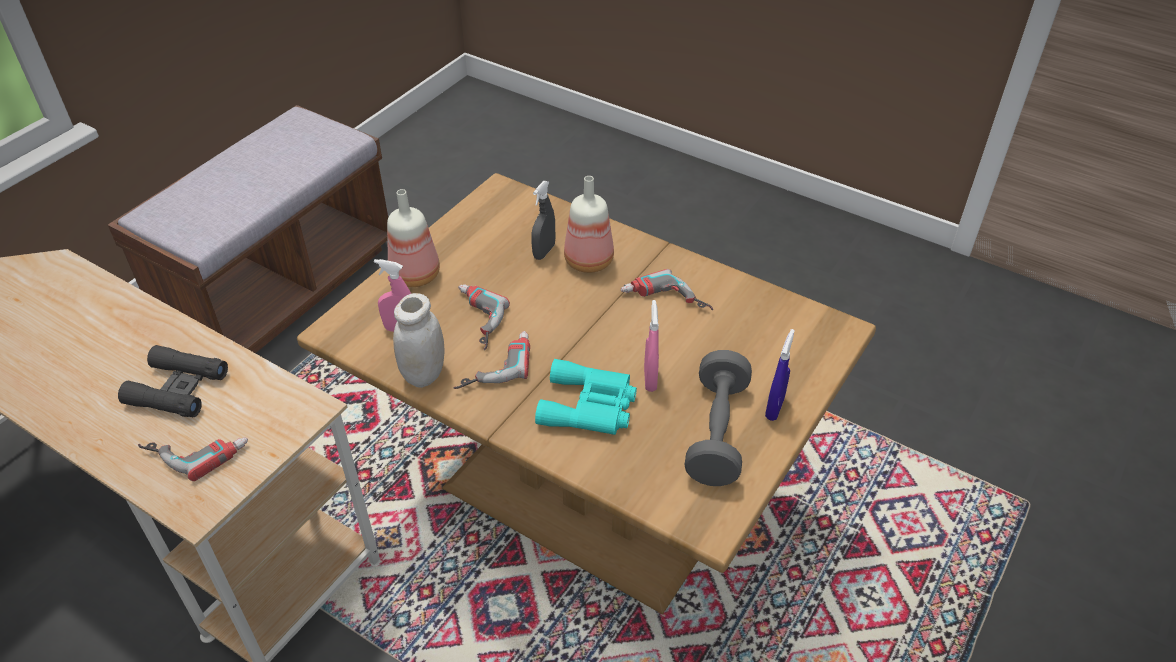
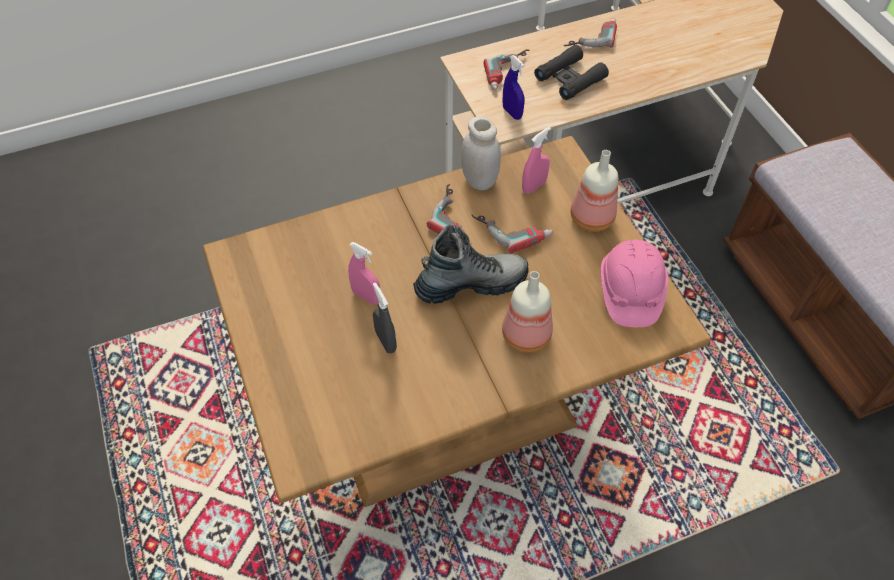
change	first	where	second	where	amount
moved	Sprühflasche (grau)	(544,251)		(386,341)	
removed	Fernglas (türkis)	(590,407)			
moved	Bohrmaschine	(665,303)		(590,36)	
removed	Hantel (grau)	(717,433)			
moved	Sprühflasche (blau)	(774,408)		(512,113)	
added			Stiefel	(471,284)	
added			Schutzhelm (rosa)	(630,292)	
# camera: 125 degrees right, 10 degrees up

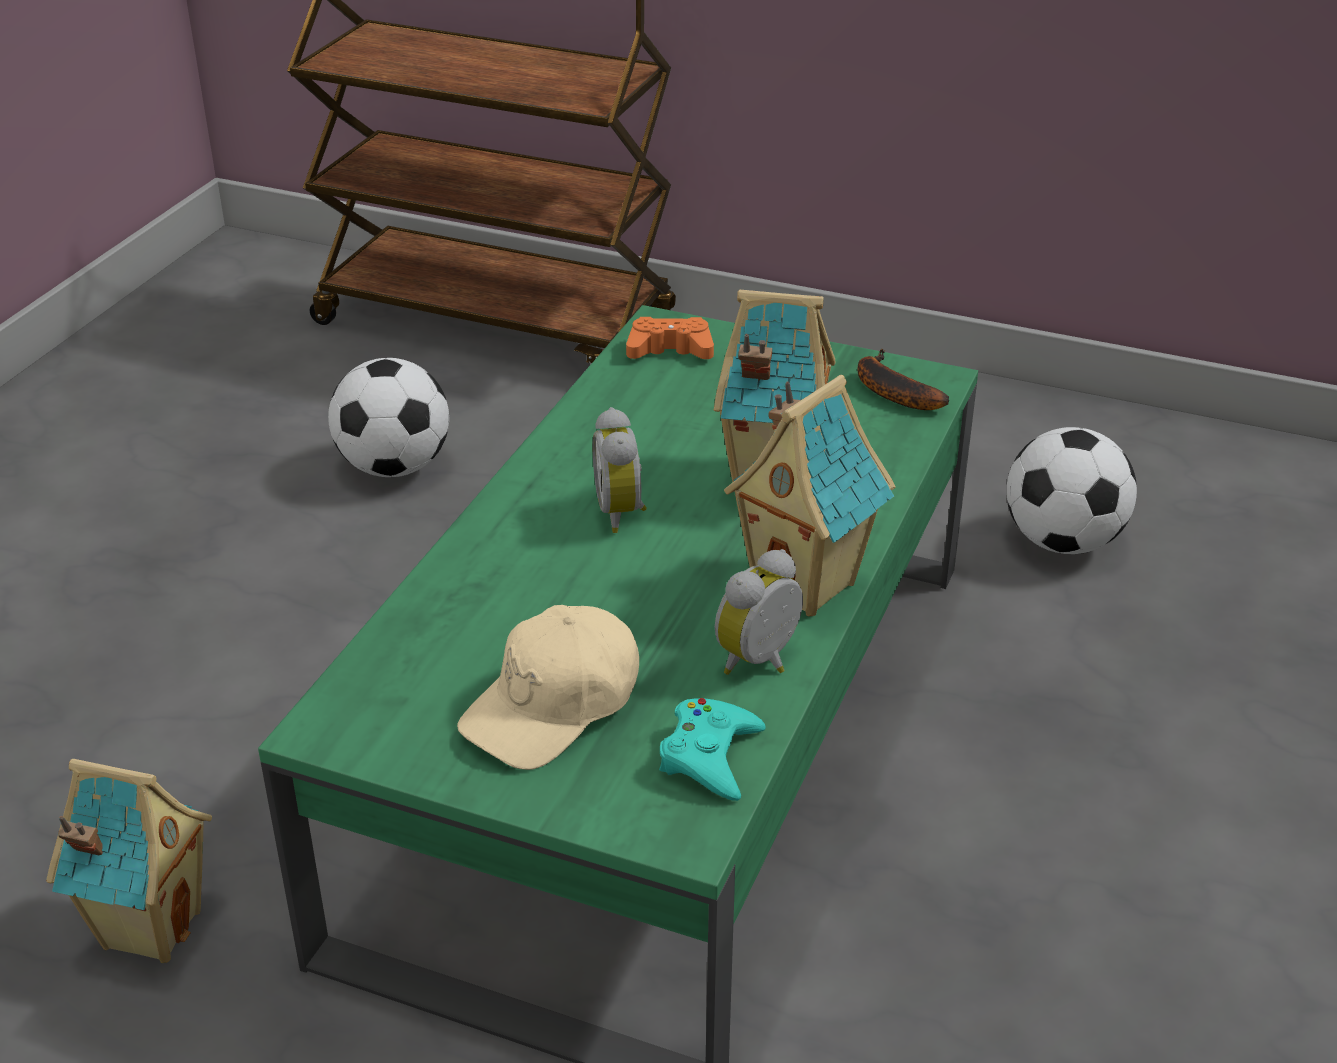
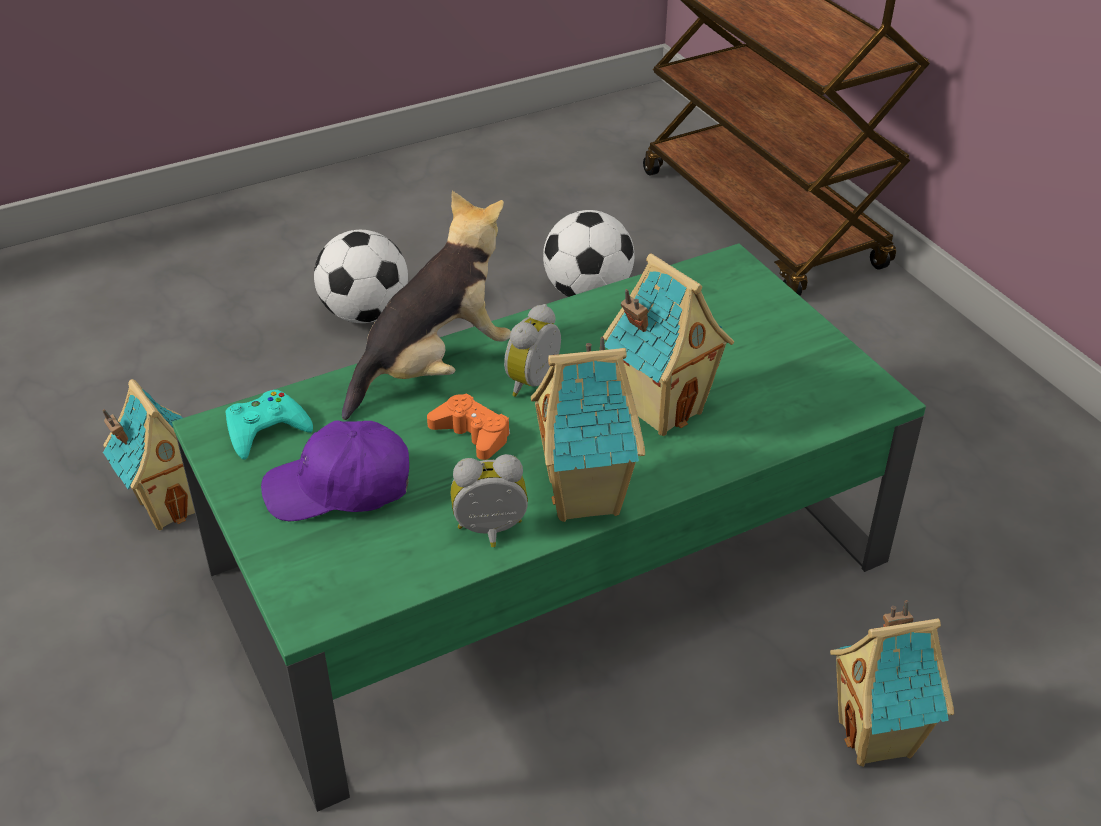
change	first	where	second	where	amount
recoloured	Kappe (beige)	(554,706)	Kappe (lila)	(340,488)	
moved	Gamepad (orange)	(670,350)		(472,434)	
moved	Gamepad (türkis)	(710,756)		(266,430)	
removed	Banane	(890,390)			
moved	Fußball	(1062,542)		(365,314)	
added			Plüschtier	(434,366)	
added			Spielzeughaus	(878,738)	
# camera: 40 degrees right, 5 degrees up

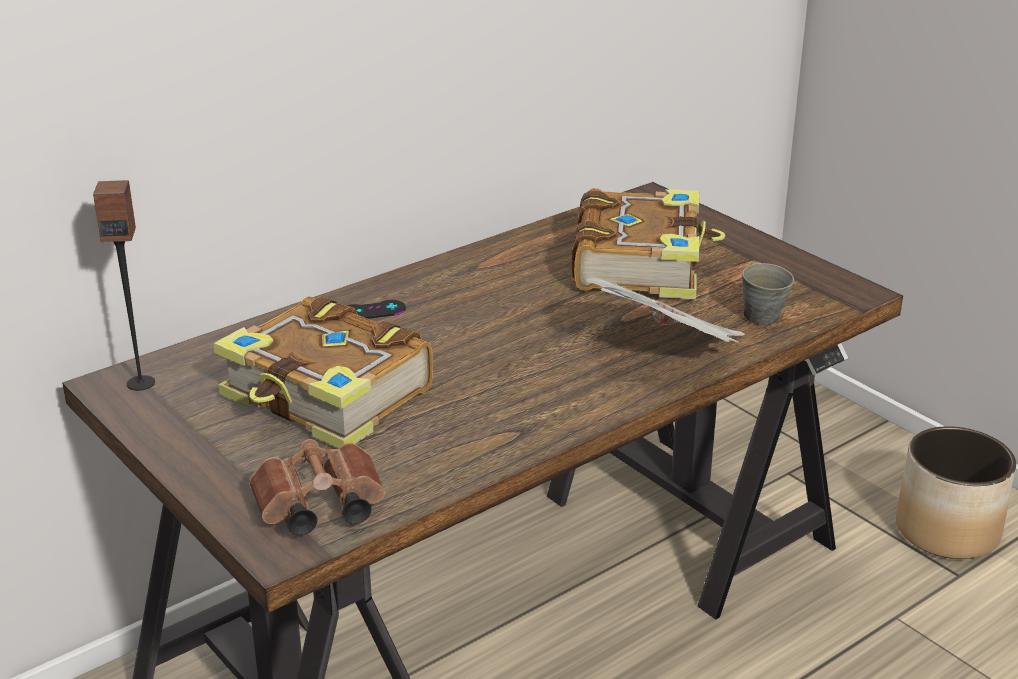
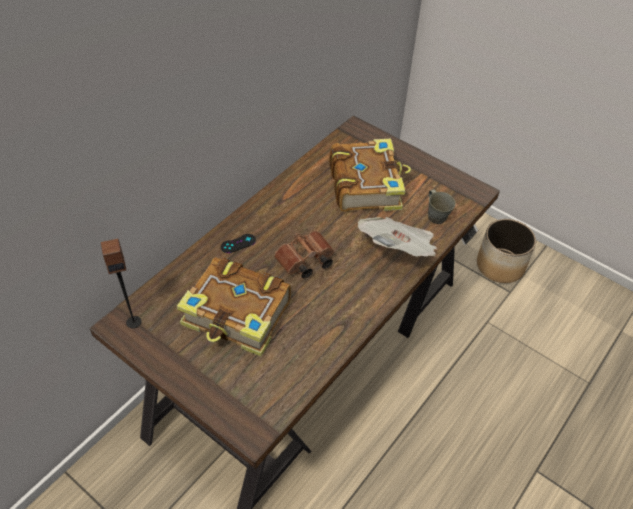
change	first	where	second	where	amount
moved	Fernglas (braun)	(316,510)		(304,262)	
# camera: 15 degrees left, 20 degrees up

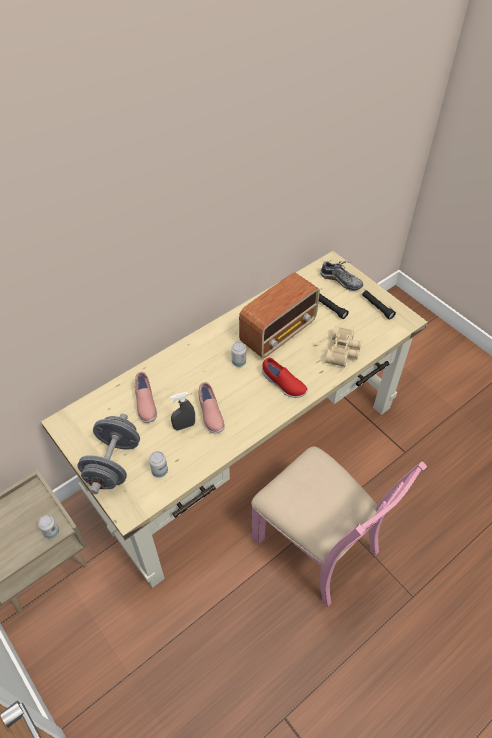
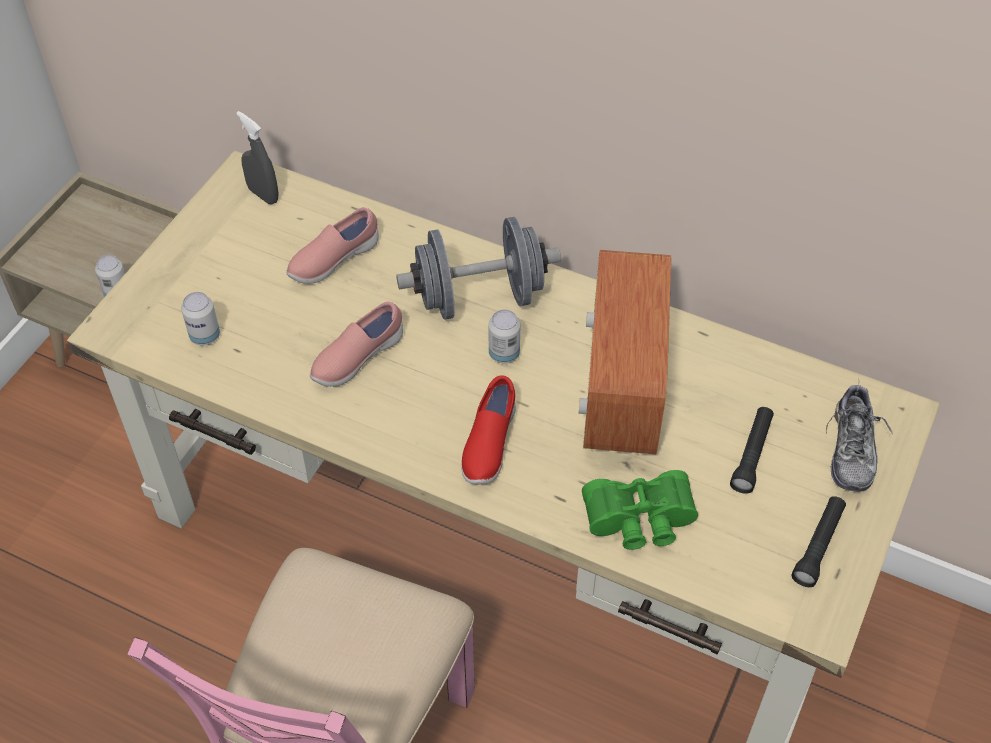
change	first	where	second	where	amount
moved	Hantel (grau)	(113,464)		(479,297)	
moved	Sprühflasche (grau)	(184,426)		(263,195)	
turned	Radio	(279,332)		(622,389)	75 degrees clockwise
recoloured	Fernglas (beige)	(343,351)	Fernglas (grün)	(640,521)	
# camera: 65 degrees right, 0 degrees up

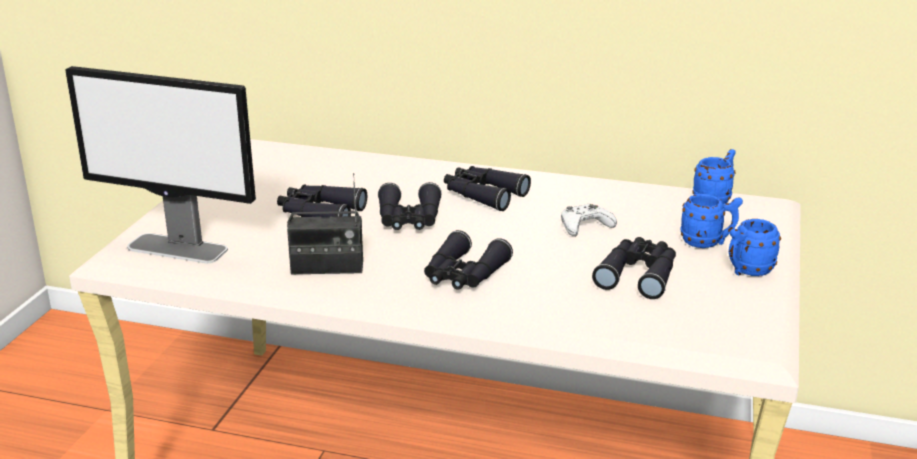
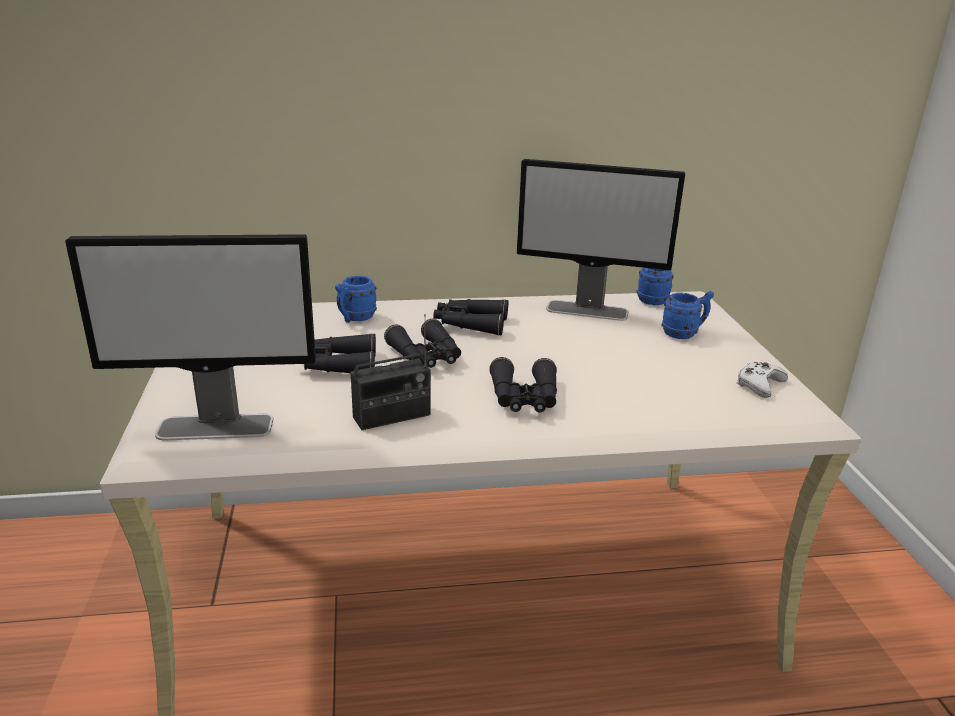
change	first	where	second	where	amount
moved	Gamepad (weiß)	(585,226)		(759,385)	
removed	Fernglas (schwarz)	(638,275)			
moved	Henkelbecher (blau)	(747,271)		(354,318)	
added			Monitor	(588,310)	
# camera: 25 degrees left, 0 degrees up

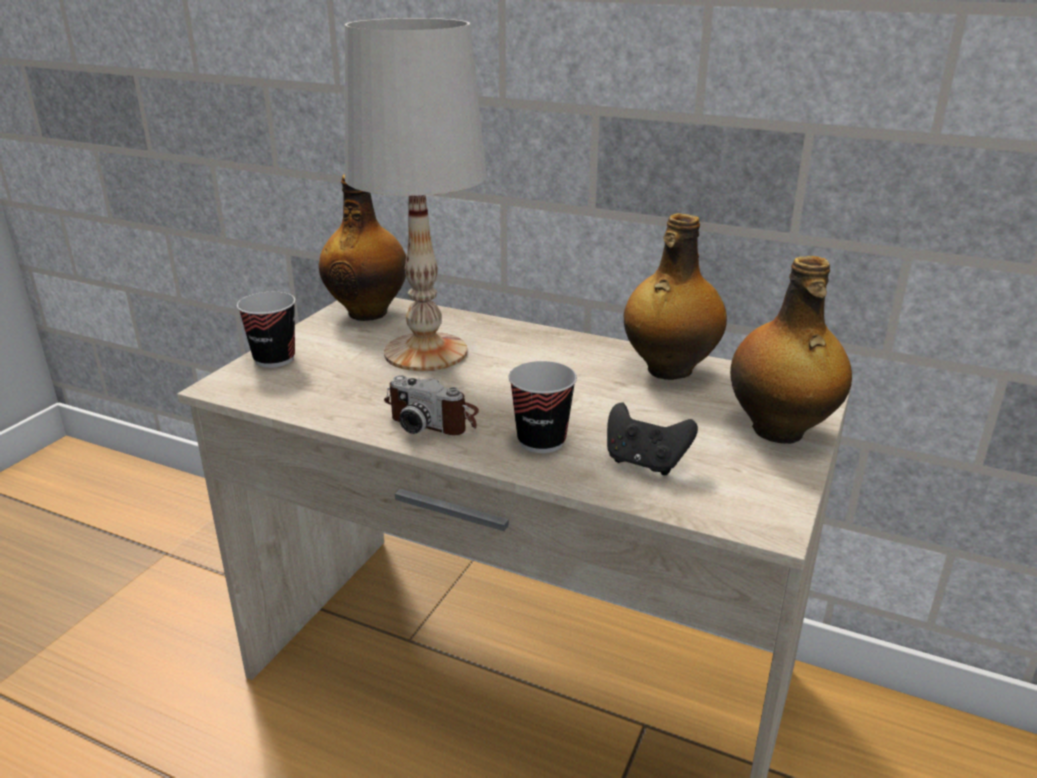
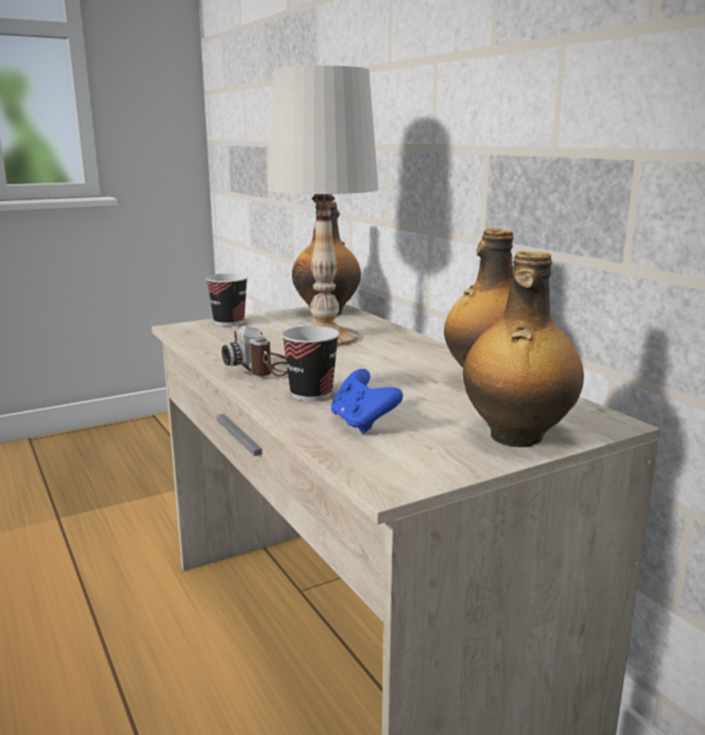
change	first	where	second	where	amount
recoloured	Gamepad (schwarz)	(645,462)	Gamepad (blau)	(362,423)	
# camera: 35 degrees right, 10 degrees down

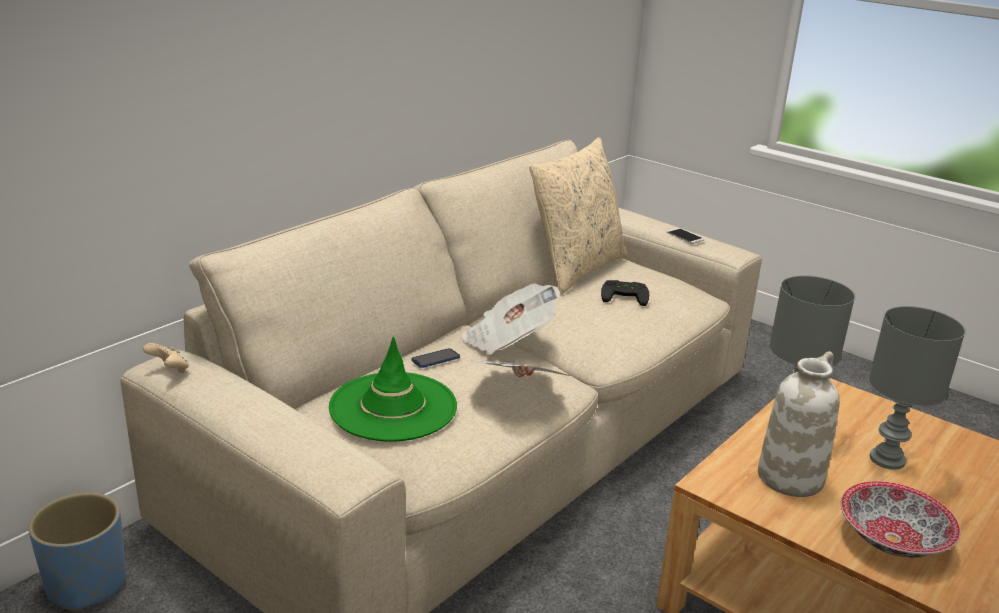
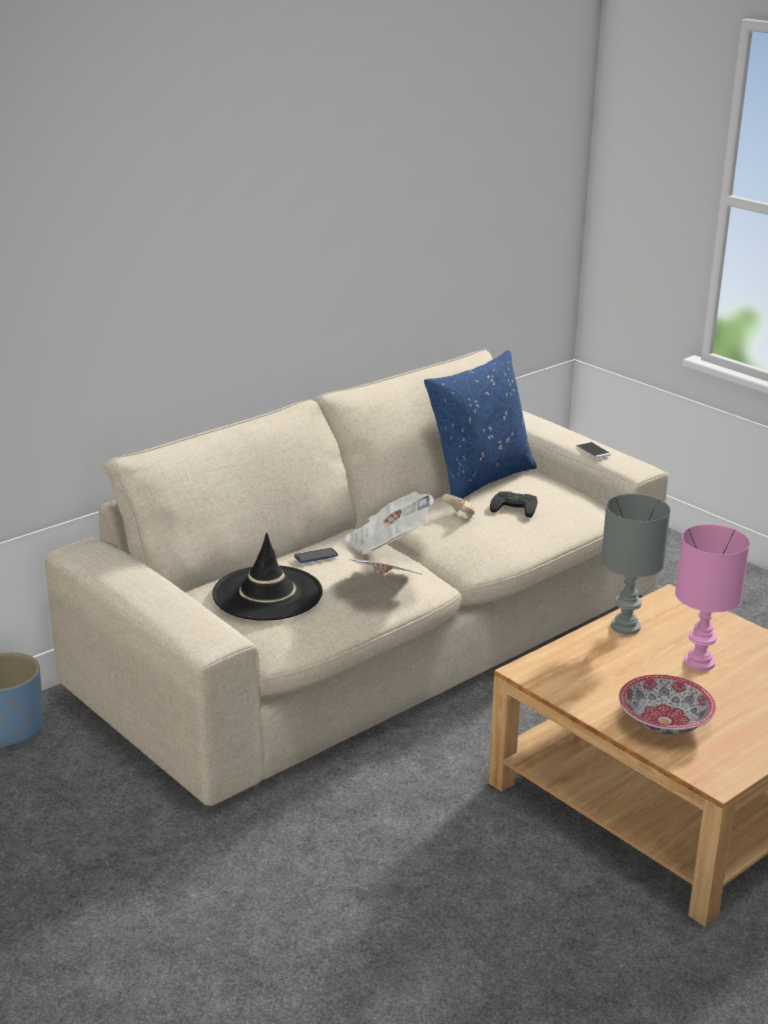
change	first	where	second	where	amount
moved	Gamepad (beige)	(169,370)		(459,515)	
recoloured	Hut (grün)	(393,407)	Hut (schwarz)	(267,594)	
recoloured	Kissen (beige)	(575,269)	Kissen (blau)	(479,479)	
removed	Vase (weiß)	(790,477)			
recoloured	Tischlampe (grau)	(886,458)	Tischlampe (rosa)	(698,662)	
# camera: 10 degrees right, 0 degrees up

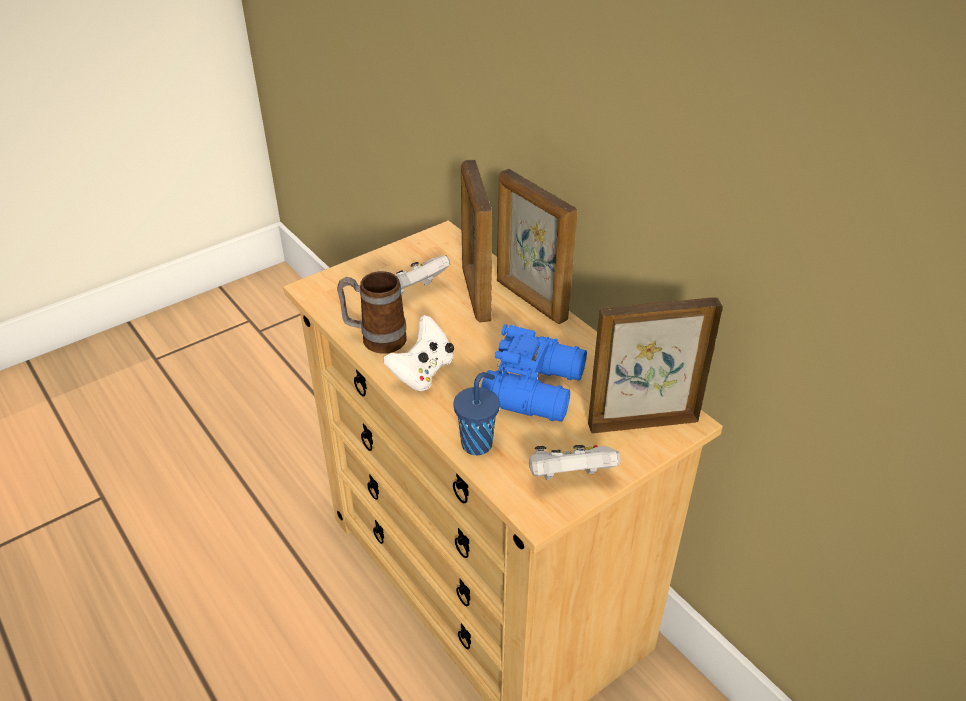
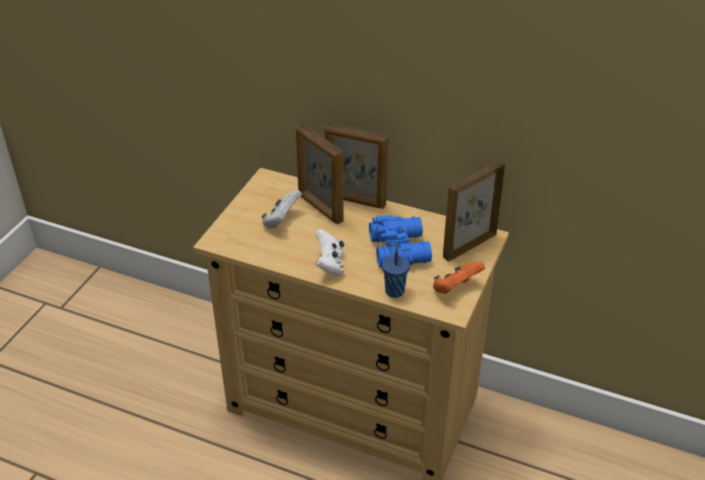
change	first	where	second	where	amount
removed	Henkelbecher	(375,340)			
recoloured	Gamepad (weiß)	(569,478)	Gamepad (orange)	(455,288)	
# camera: 30 degrees left, 0 degrees up

